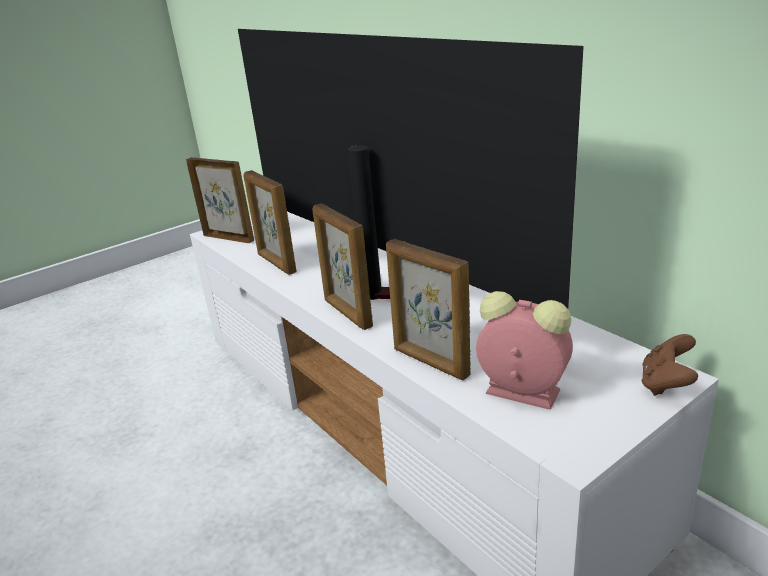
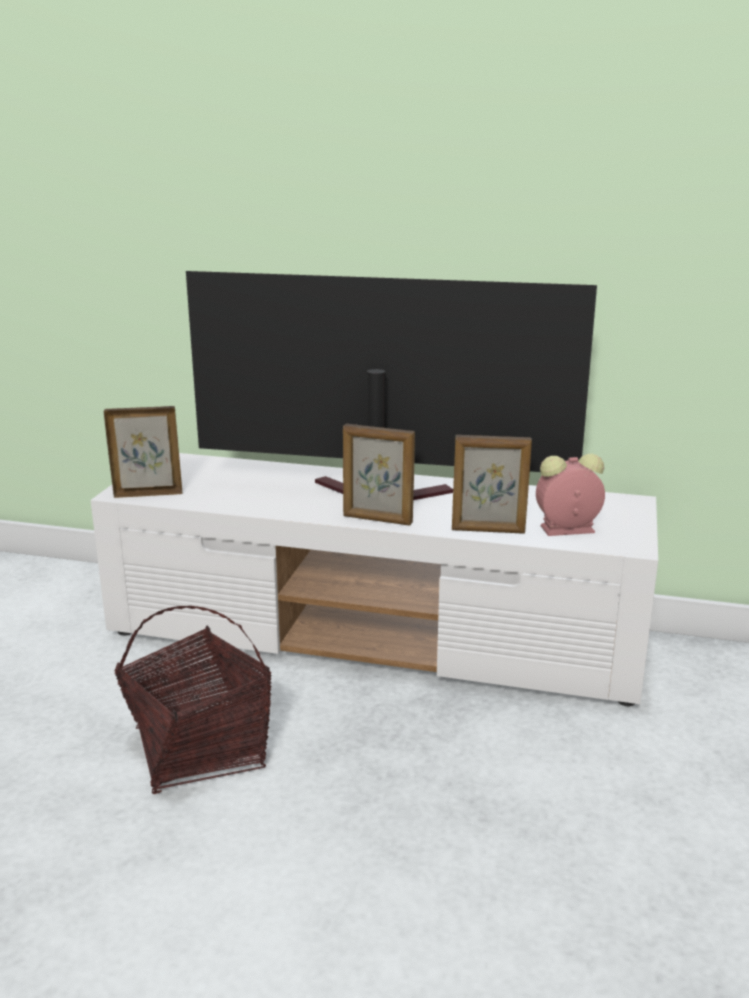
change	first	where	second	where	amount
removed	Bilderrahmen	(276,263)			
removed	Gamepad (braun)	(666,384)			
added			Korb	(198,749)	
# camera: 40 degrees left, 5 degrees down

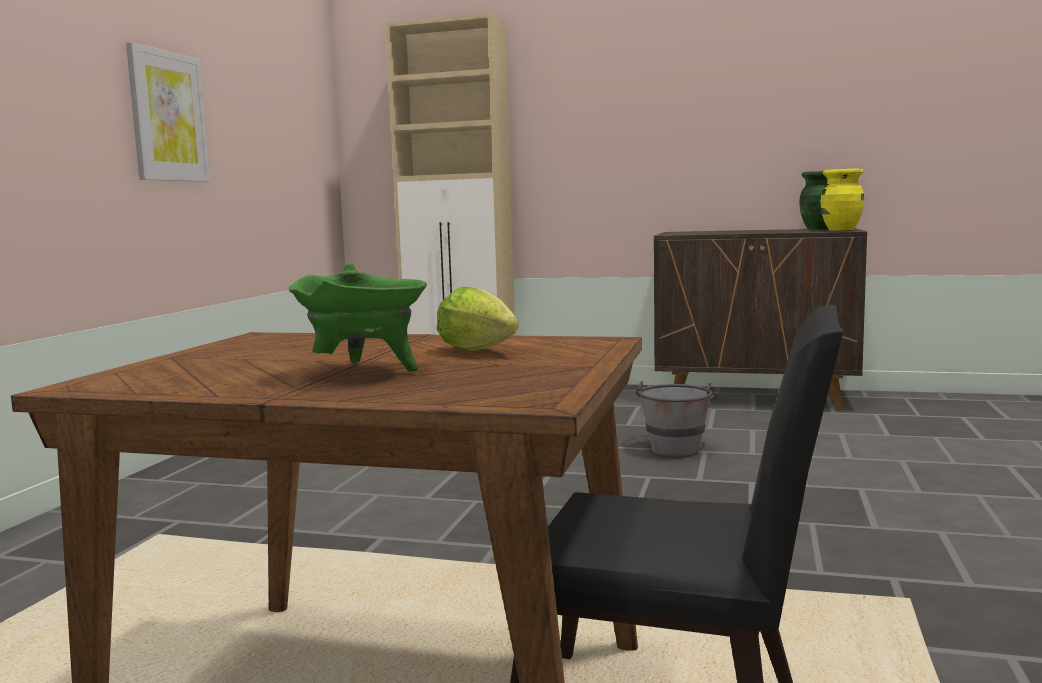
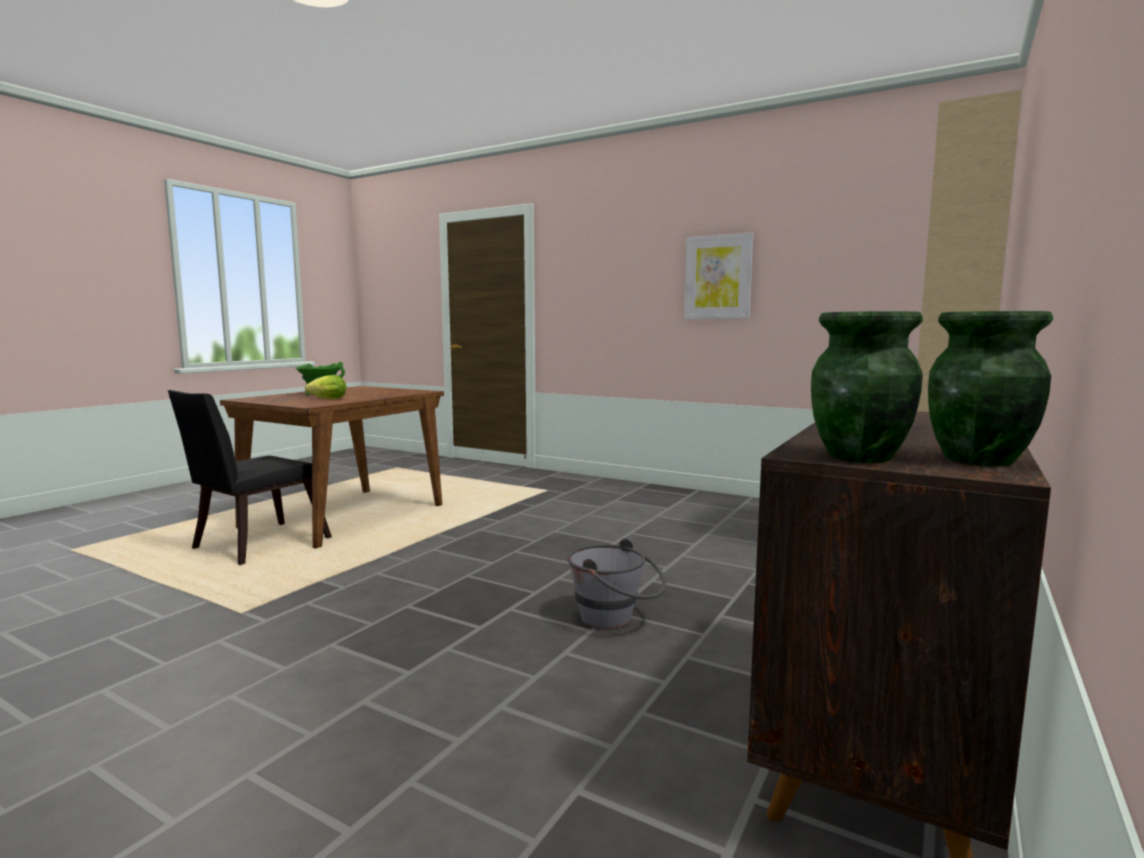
change	first	where	second	where	amount
recoloured	Vase (gelb)	(841,230)	Vase (grün)	(861,457)	
# camera: 105 degrees right, 0 degrees up

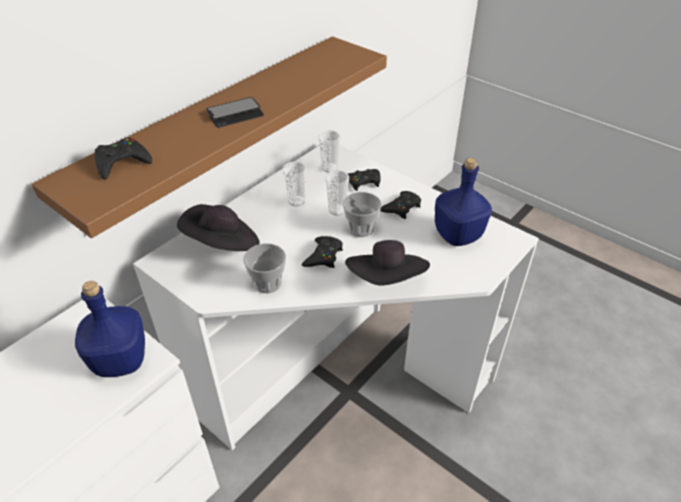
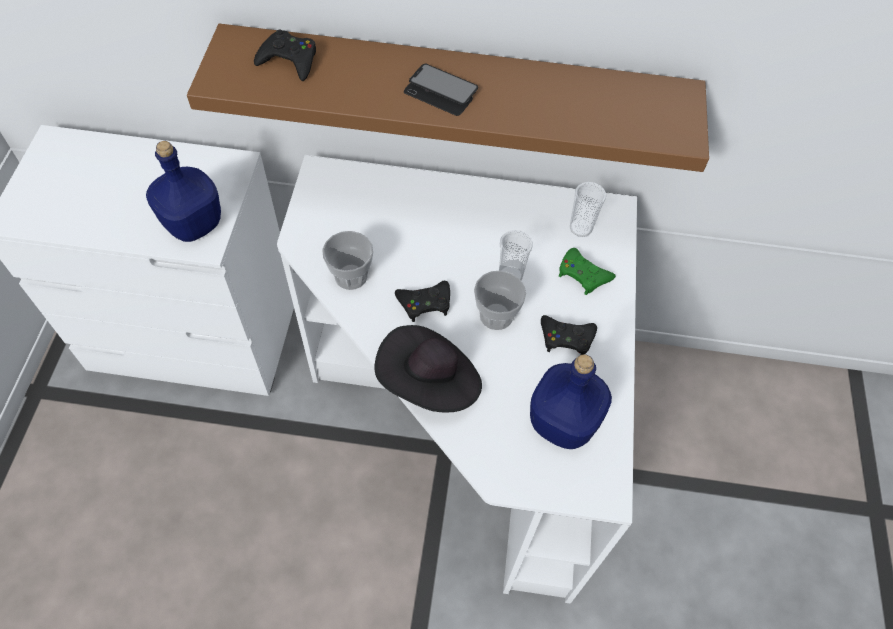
change	first	where	second	where	amount
removed	Hut (schwarz)	(223,244)			
removed	Tasse	(296,201)			
recoloured	Gamepad (schwarz)	(363,182)	Gamepad (grün)	(583,274)	
# camera: 55 degrees right, 15 degrees up

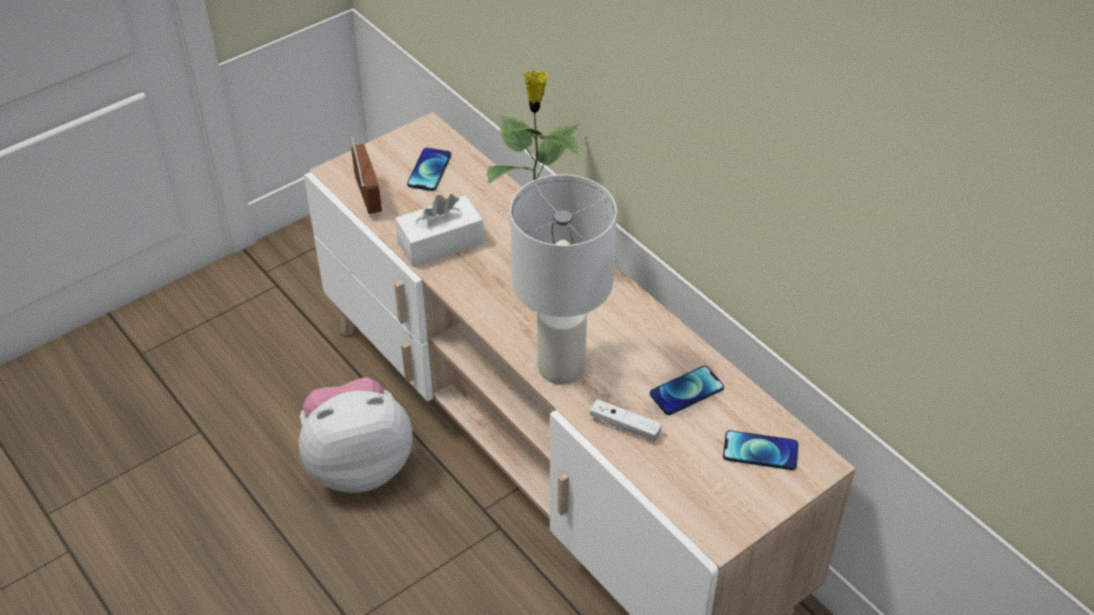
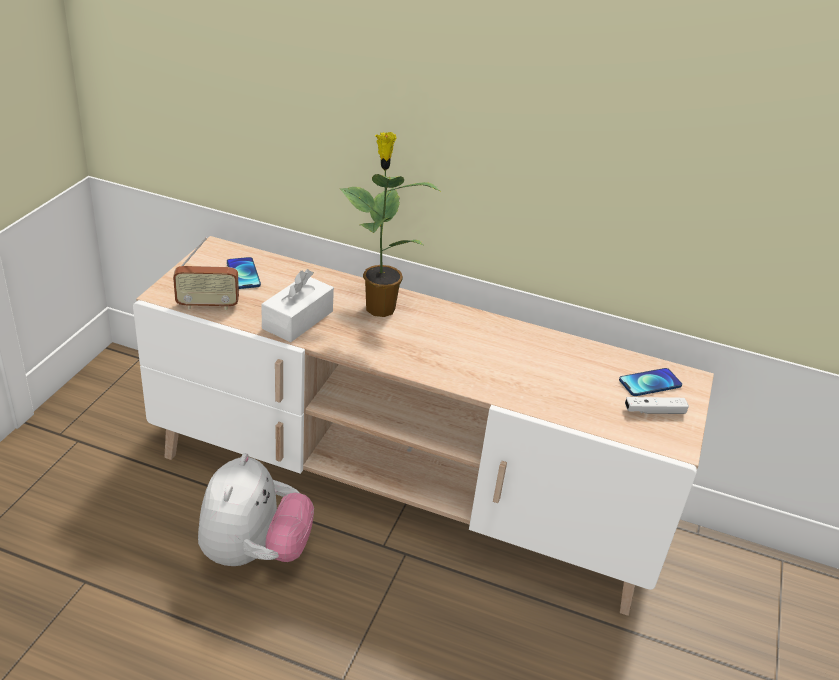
change	first	where	second	where	amount
turned	Plüschtier	(358,464)		(254,552)	150 degrees clockwise
turned	Radio	(367,198)		(207,305)	135 degrees clockwise
removed	Tischlampe (weiß)	(563,367)			
moved	Gamepad (weiß)	(625,426)		(654,411)	
removed	Handy	(686,391)			
# camera: 35 degrees left, 10 degrees down

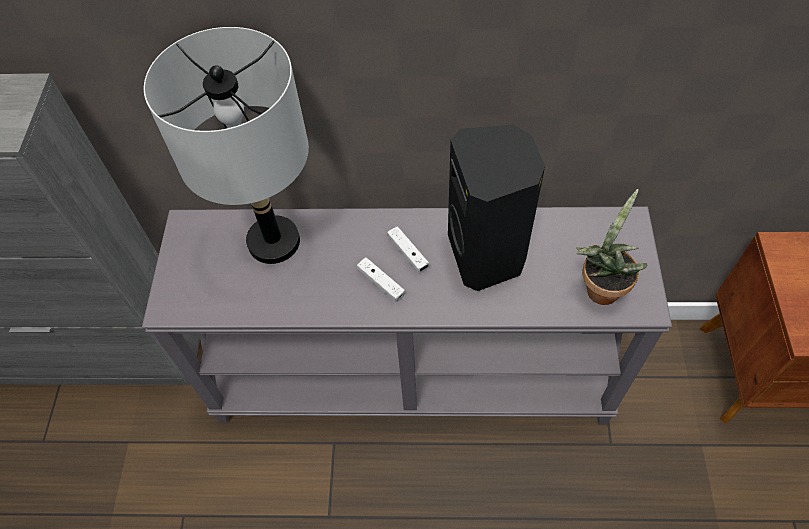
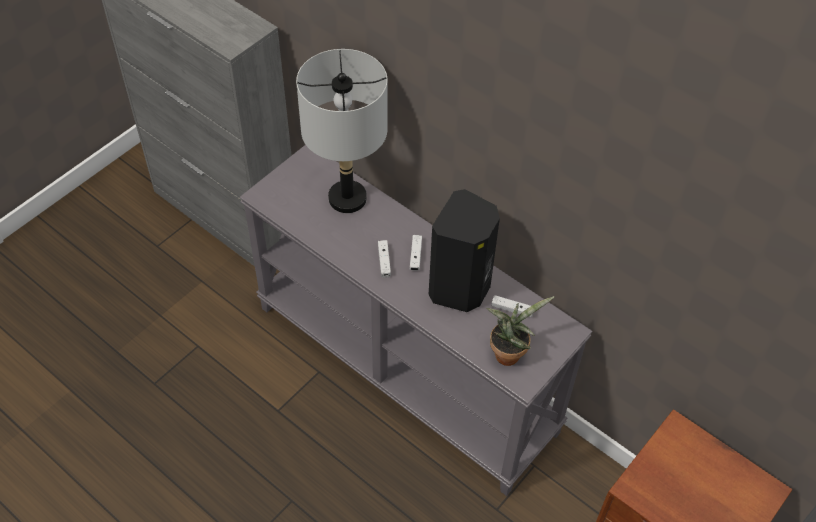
change	first	where	second	where	amount
added			Gamepad (weiß)	(512,309)	
# camera: 35 degrees right, 5 degrees down

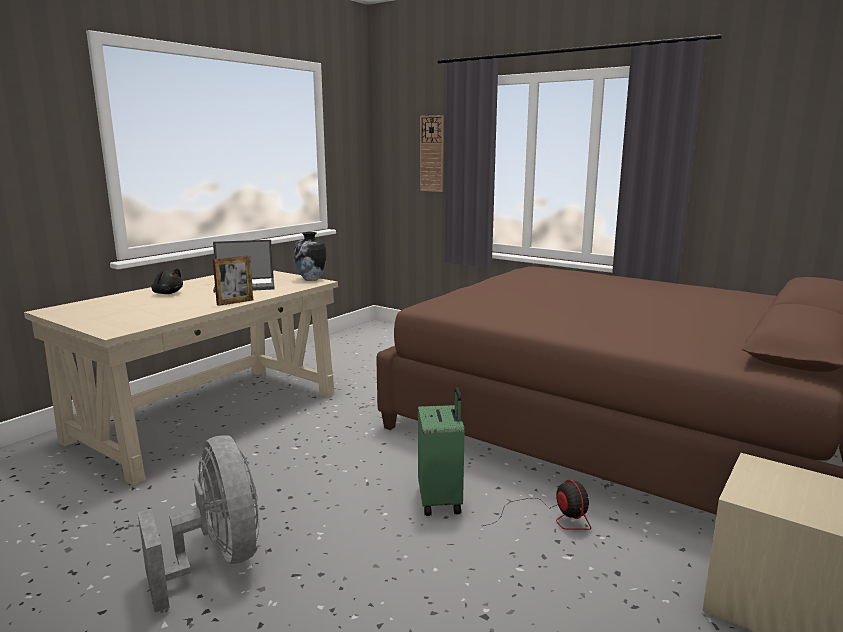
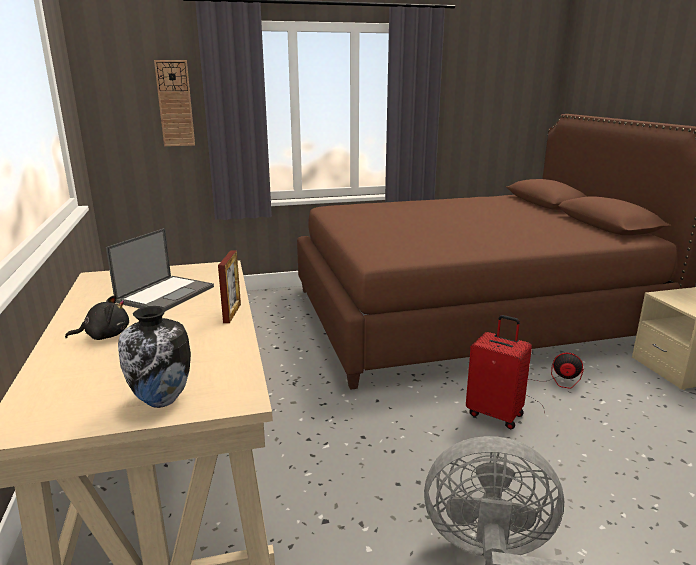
change	first	where	second	where	amount
moved	Vase	(311,279)		(162,400)	
recoloured	Koffer (grün)	(441,500)	Koffer (rot)	(495,414)	
# camera: 50 degrees left, 5 degrees up

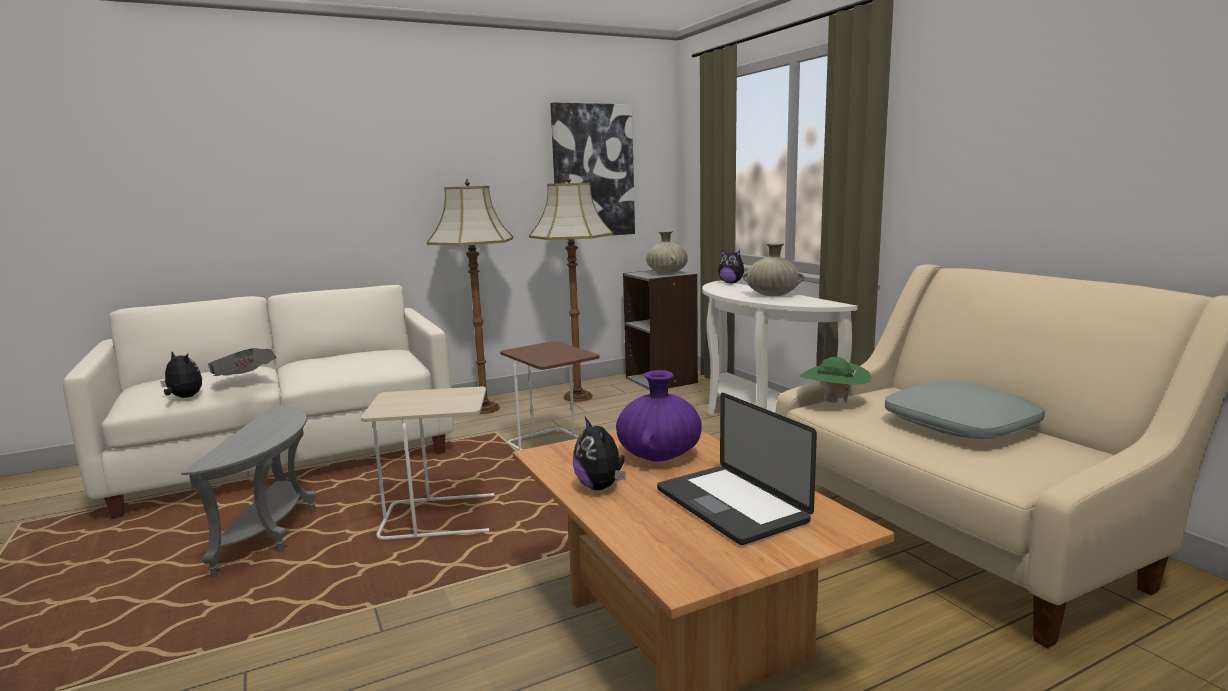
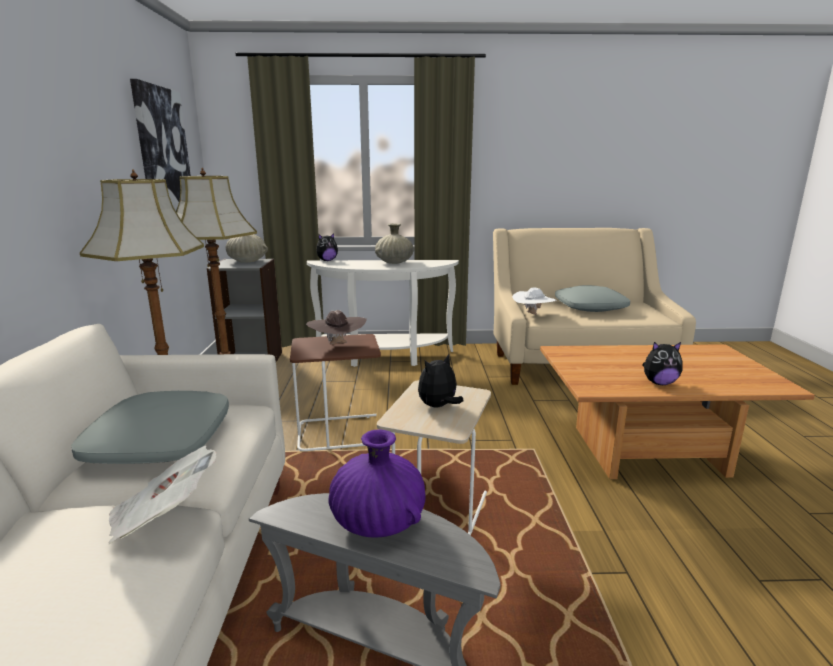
change	first	where	second	where	amount
moved	Plüschtier	(184,397)		(438,406)	
moved	Vase (lila)	(659,455)		(378,521)	
removed	Laptop	(730,505)			
recoloured	Hut (grün)	(833,402)	Hut (weiß)	(532,315)	
added			Kissen (grau)	(159,441)	
added			Hut (braun)	(337,345)	
# camera: 65 degrees left, 5 degrees up

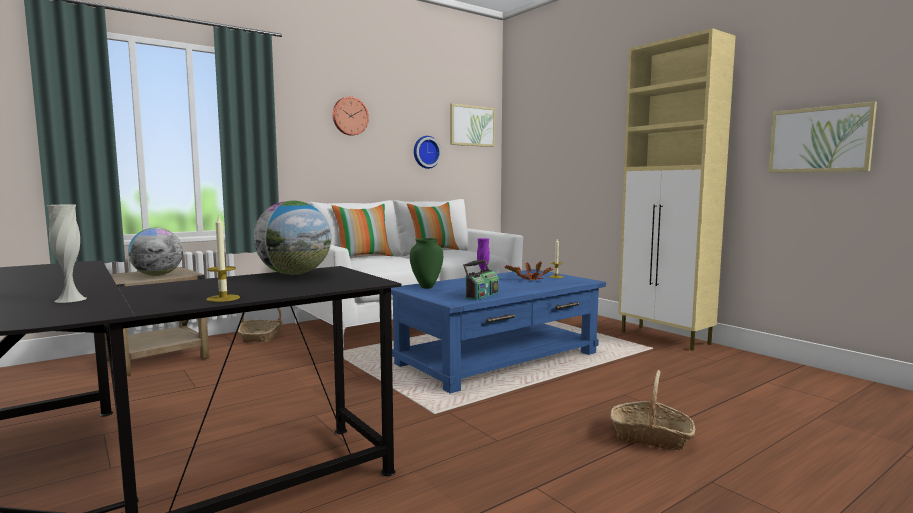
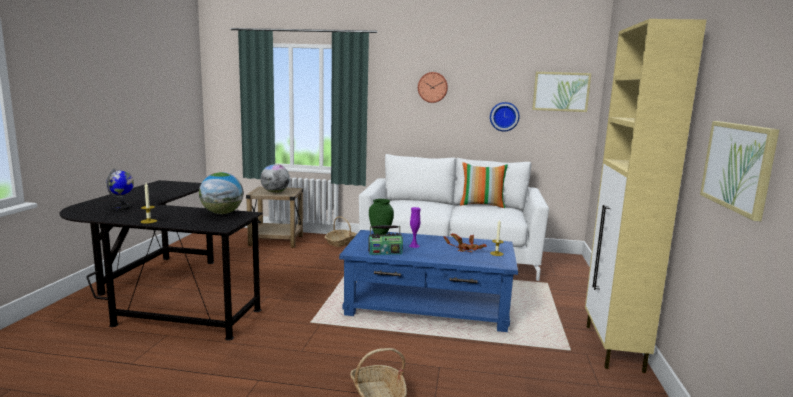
change	first	where	second	where	amount
replaced	Vase (weiß)	(70,299)	Globus	(122,208)	
removed	Kissen	(363,257)			
# camera: 45 degrees right, 5 degrees up

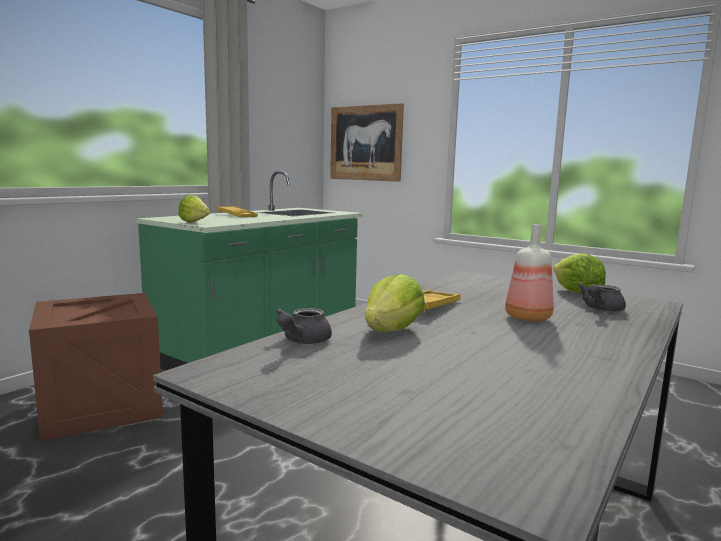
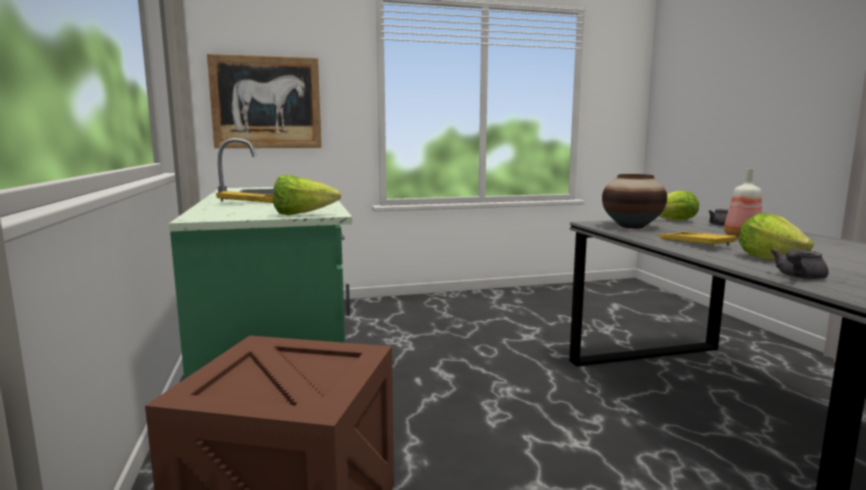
change	first	where	second	where	amount
turned	Teekanne (grau)	(302,341)		(798,277)	75 degrees clockwise
added			Vase	(632,226)	
# camera: 50 degrees left, 0 degrees up

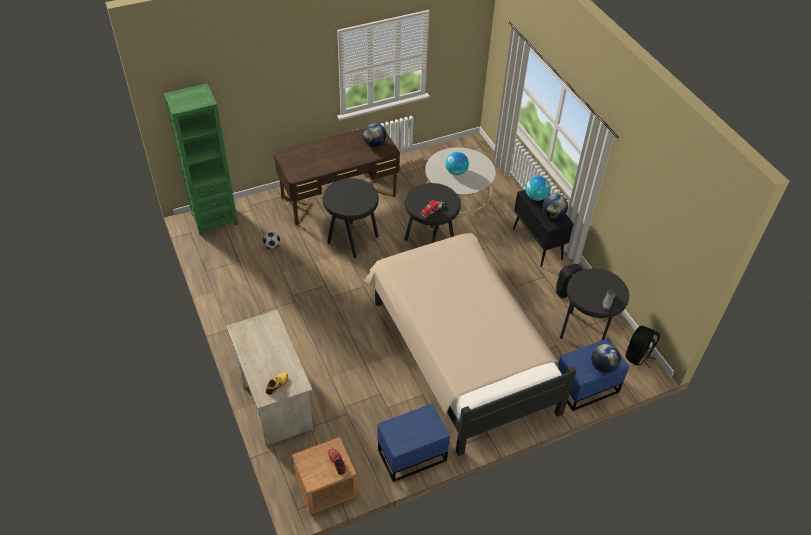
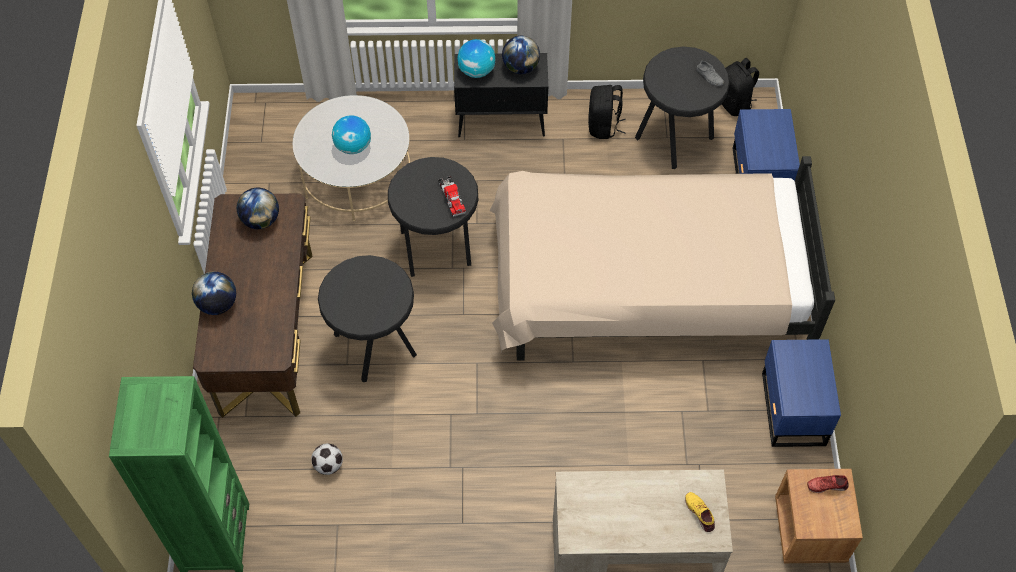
change	first	where	second	where	amount
moved	Globus	(602,366)		(218,304)	
# camera: 65 degrees left, 10 degrees up

